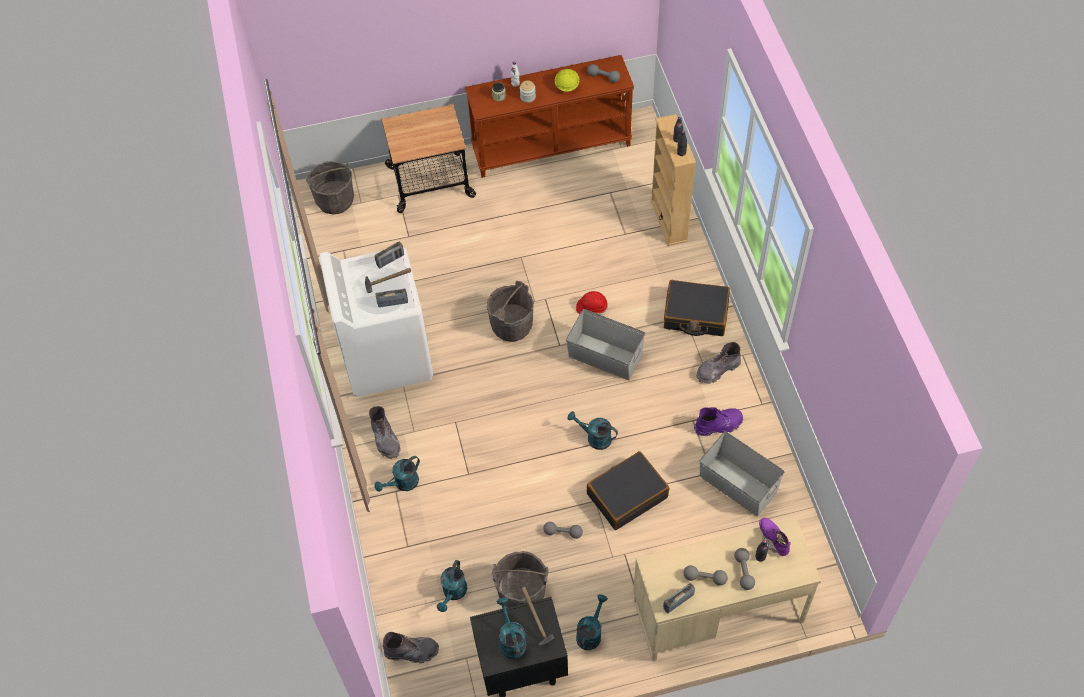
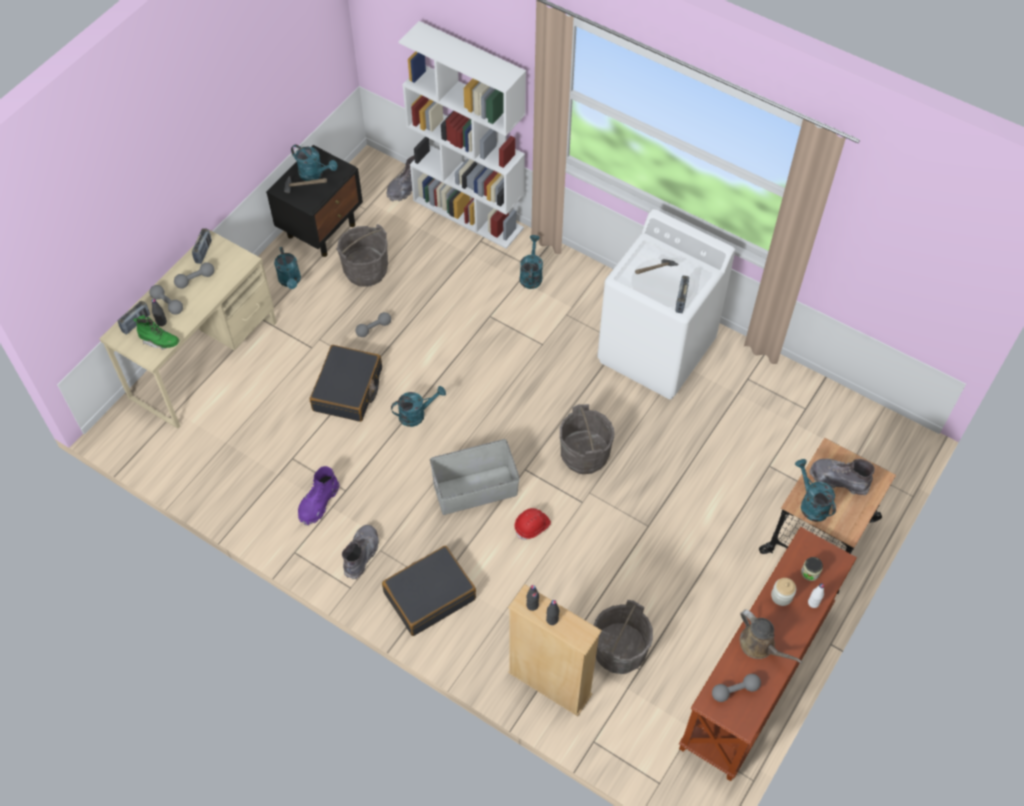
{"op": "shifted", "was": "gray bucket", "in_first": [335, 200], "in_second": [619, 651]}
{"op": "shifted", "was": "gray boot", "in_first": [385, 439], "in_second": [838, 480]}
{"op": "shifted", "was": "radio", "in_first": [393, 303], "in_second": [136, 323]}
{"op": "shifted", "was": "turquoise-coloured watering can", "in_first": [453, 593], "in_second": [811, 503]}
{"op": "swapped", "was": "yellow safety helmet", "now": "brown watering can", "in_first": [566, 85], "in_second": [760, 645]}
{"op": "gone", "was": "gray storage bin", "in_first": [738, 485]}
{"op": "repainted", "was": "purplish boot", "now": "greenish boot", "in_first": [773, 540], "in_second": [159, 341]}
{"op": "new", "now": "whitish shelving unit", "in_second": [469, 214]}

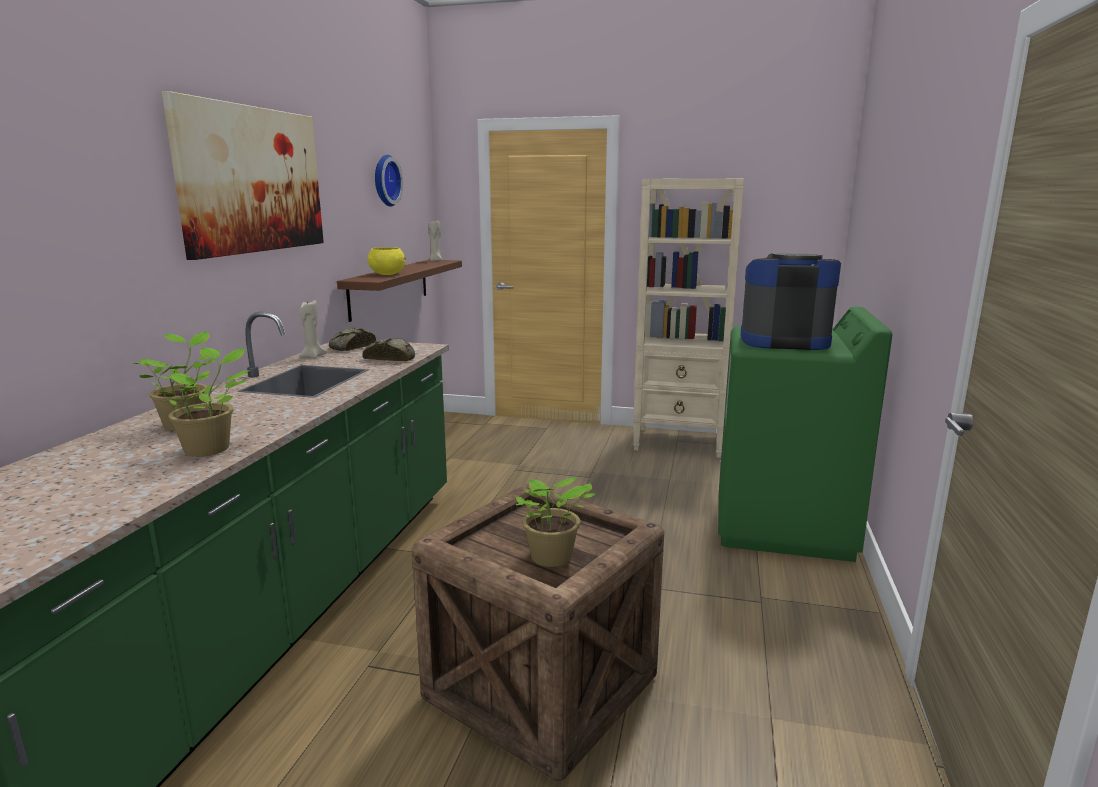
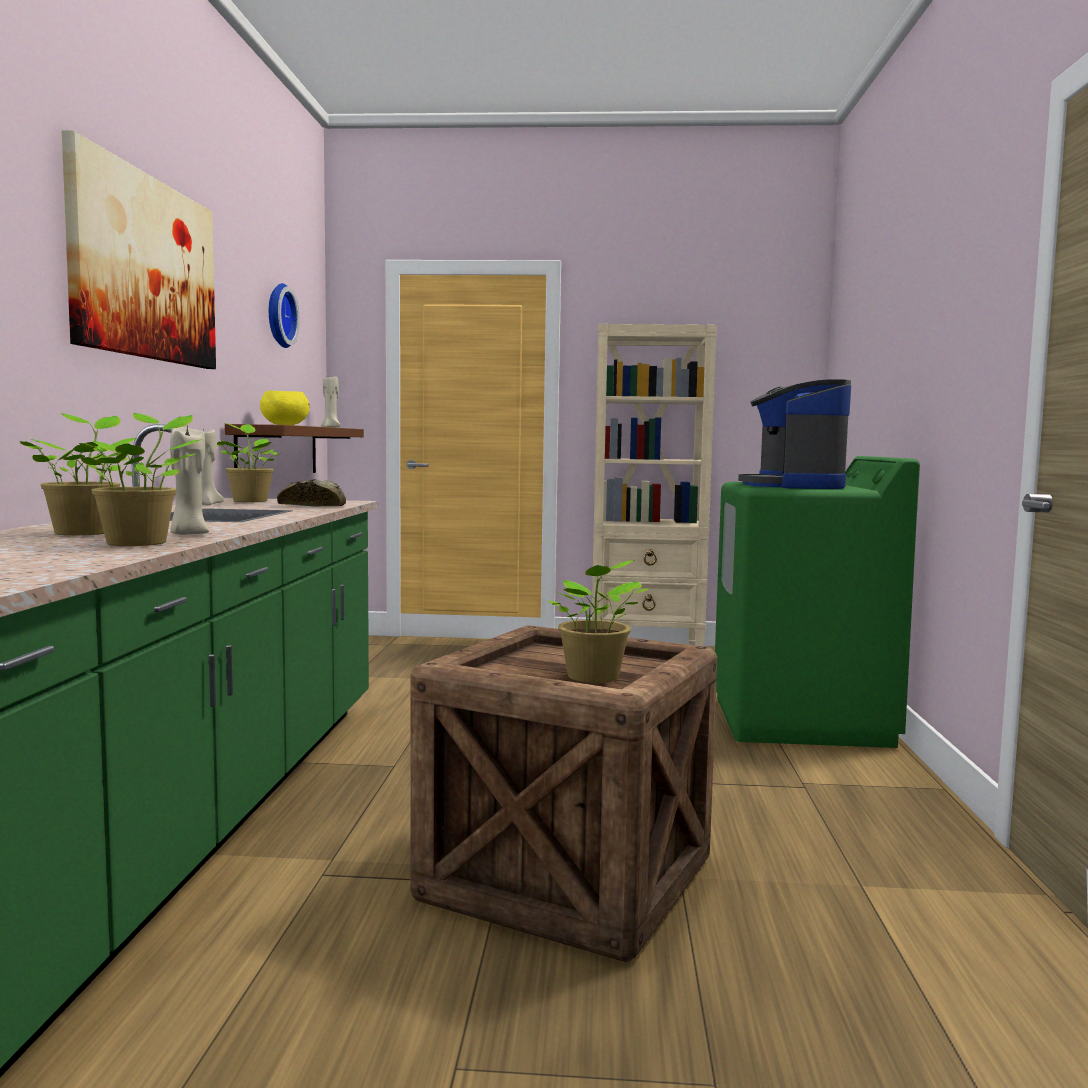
{"op": "swapped", "was": "bakery bread", "now": "potted plant", "in_first": [351, 347], "in_second": [250, 501]}
{"op": "rotated", "was": "coffee maker", "in_first": [783, 341], "in_second": [793, 486], "clockwise": -90}
{"op": "new", "now": "beige-coloured candle", "in_second": [188, 534]}

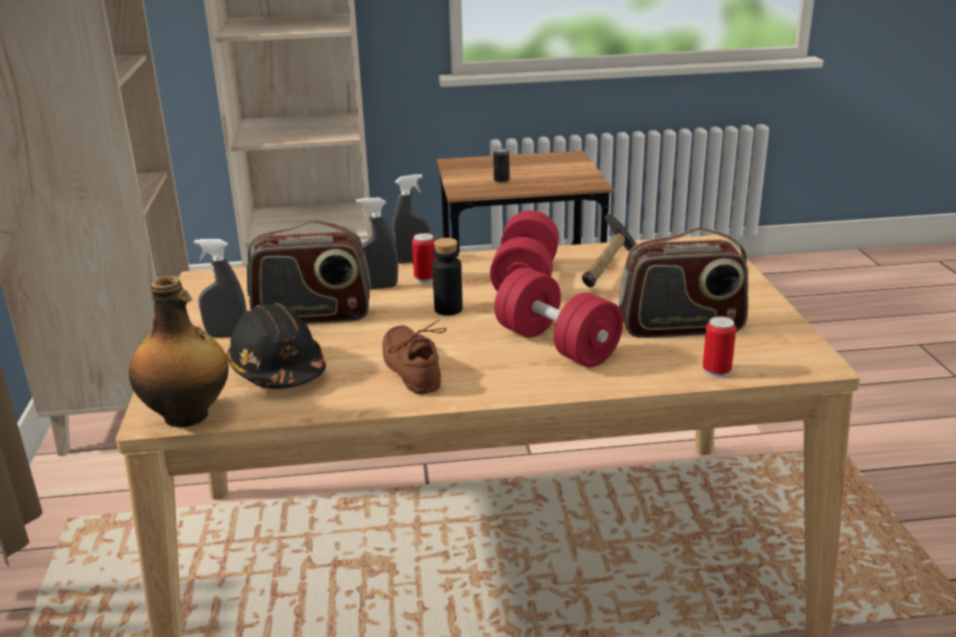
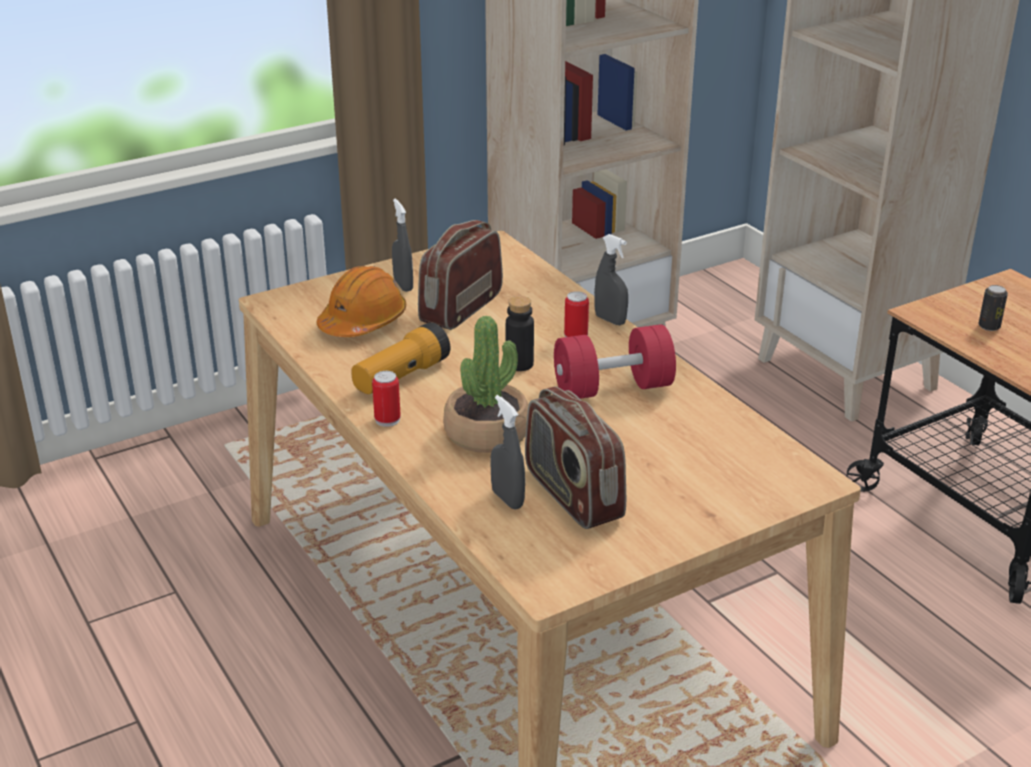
{"op": "gone", "was": "beverage bottle", "in_first": [188, 416]}
{"op": "repainted", "was": "black-coloured safety helmet", "now": "orange-coloured safety helmet", "in_first": [278, 369], "in_second": [363, 322]}
{"op": "rotated", "was": "radio", "in_first": [312, 316], "in_second": [460, 308], "clockwise": 60}
{"op": "shifted", "was": "gray spray bottle", "in_first": [378, 287], "in_second": [507, 499]}
{"op": "swapped", "was": "brown item of footwear", "now": "hand torch", "in_first": [415, 368], "in_second": [401, 377]}
{"op": "swapped", "was": "red-coloured free weight", "now": "potted plant", "in_first": [557, 345], "in_second": [487, 433]}
{"op": "gone", "was": "tool hammer", "in_first": [607, 269]}
{"op": "shifted", "was": "metal can", "in_first": [716, 371], "in_second": [387, 420]}

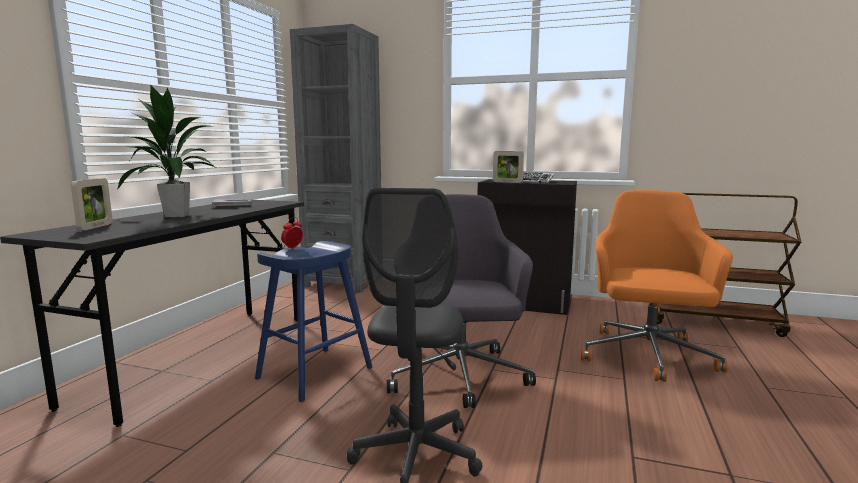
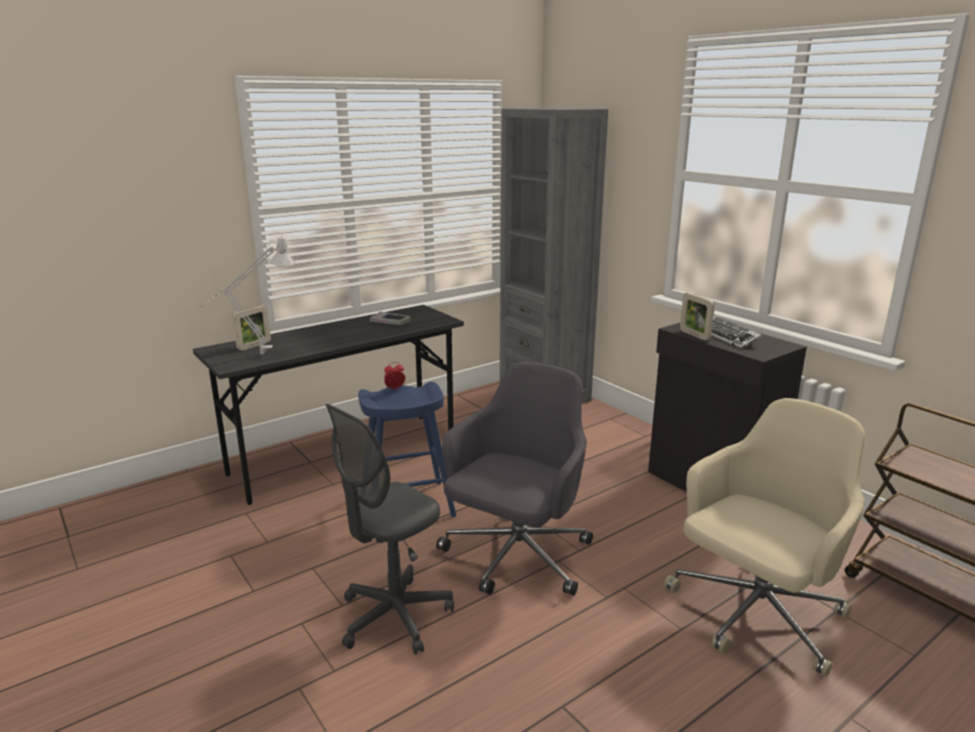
{"op": "gone", "was": "potted plant", "in_first": [177, 215]}
{"op": "repainted", "was": "orange-coloured office chair", "now": "beige-coloured office chair", "in_first": [647, 357], "in_second": [755, 615]}
{"op": "new", "now": "gray table lamp", "in_second": [256, 356]}

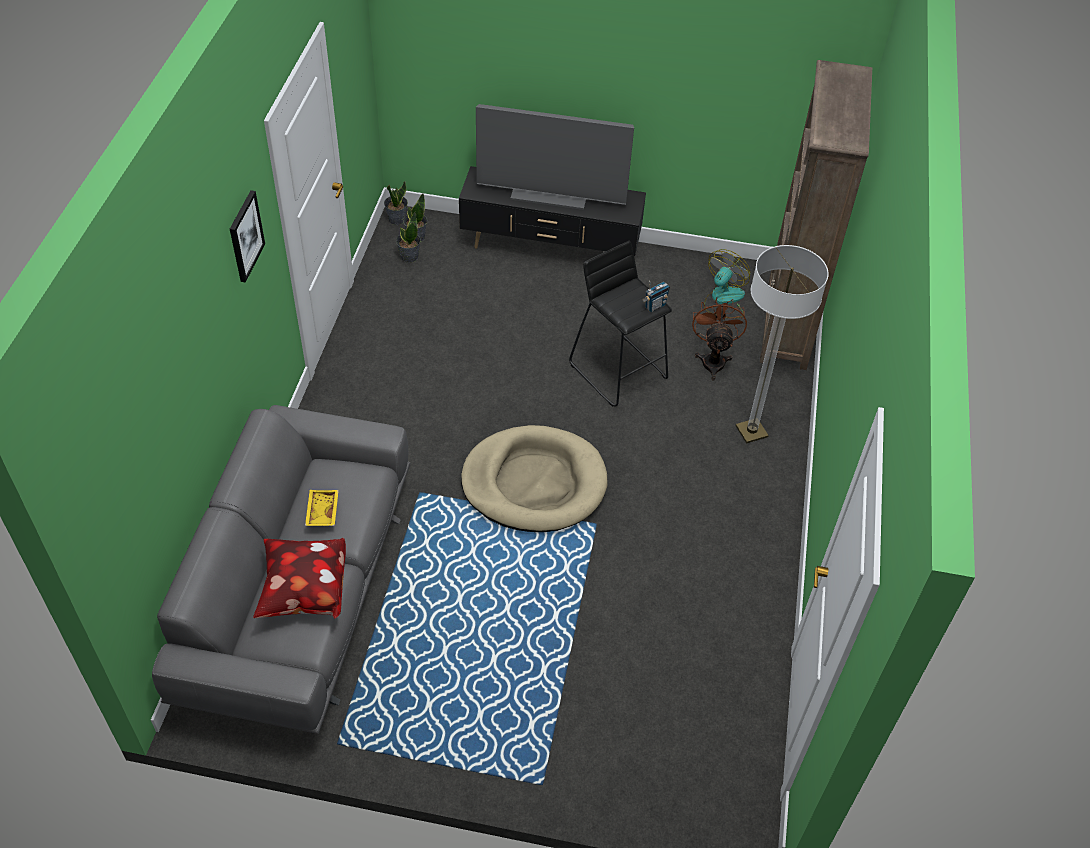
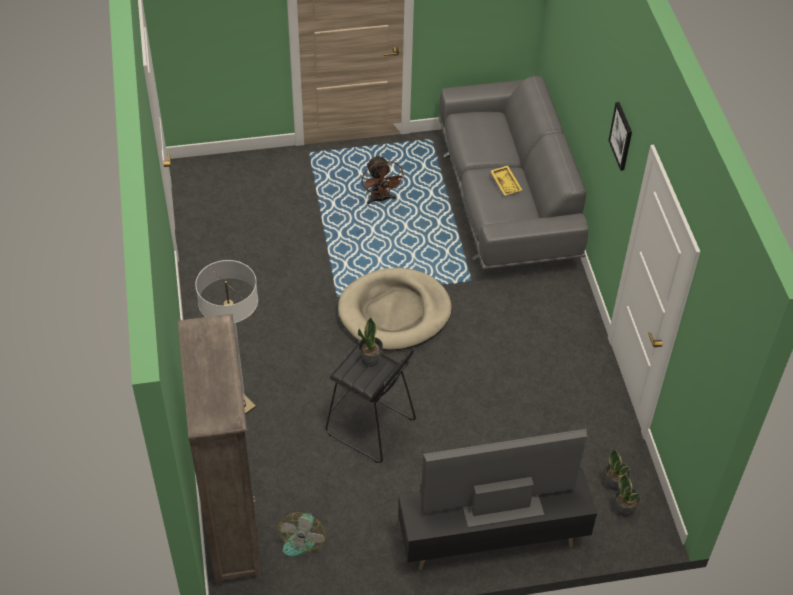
{"op": "gone", "was": "cushion", "in_first": [303, 593]}
{"op": "shifted", "was": "potted plant", "in_first": [396, 219], "in_second": [370, 359]}
{"op": "gone", "was": "radio", "in_first": [655, 306]}
{"op": "shifted", "was": "brown fan", "in_first": [713, 359], "in_second": [380, 199]}

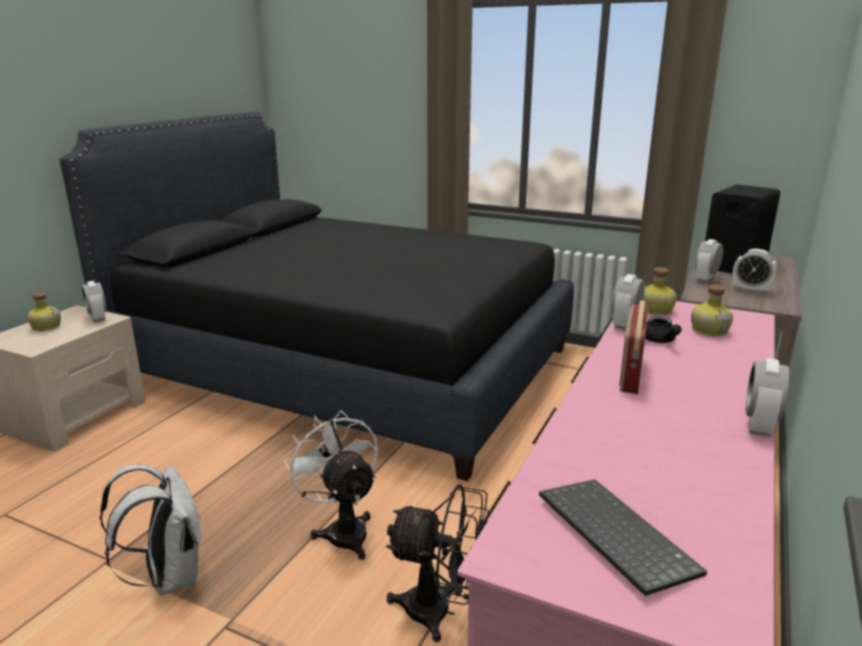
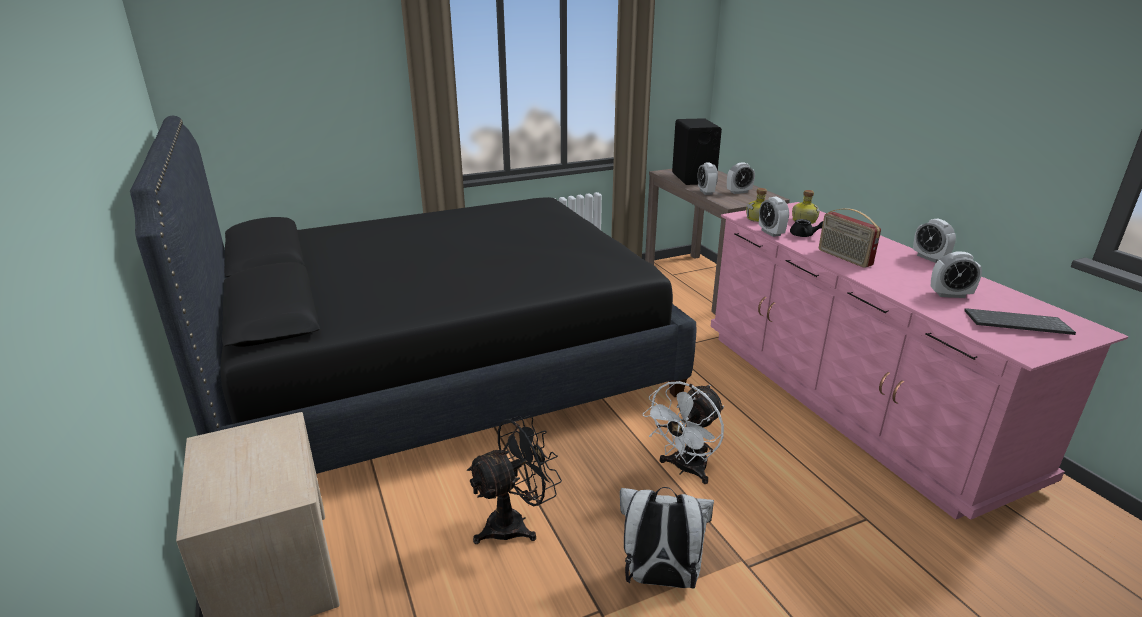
{"op": "gone", "was": "beverage bottle", "in_first": [46, 326]}
{"op": "shifted", "was": "table clock", "in_first": [98, 318], "in_second": [950, 294]}
{"op": "rotated", "was": "whitish fan", "in_first": [343, 530], "in_second": [685, 469], "clockwise": -60}
{"op": "shifted", "was": "black-coloured fan", "in_first": [440, 612], "in_second": [515, 523]}

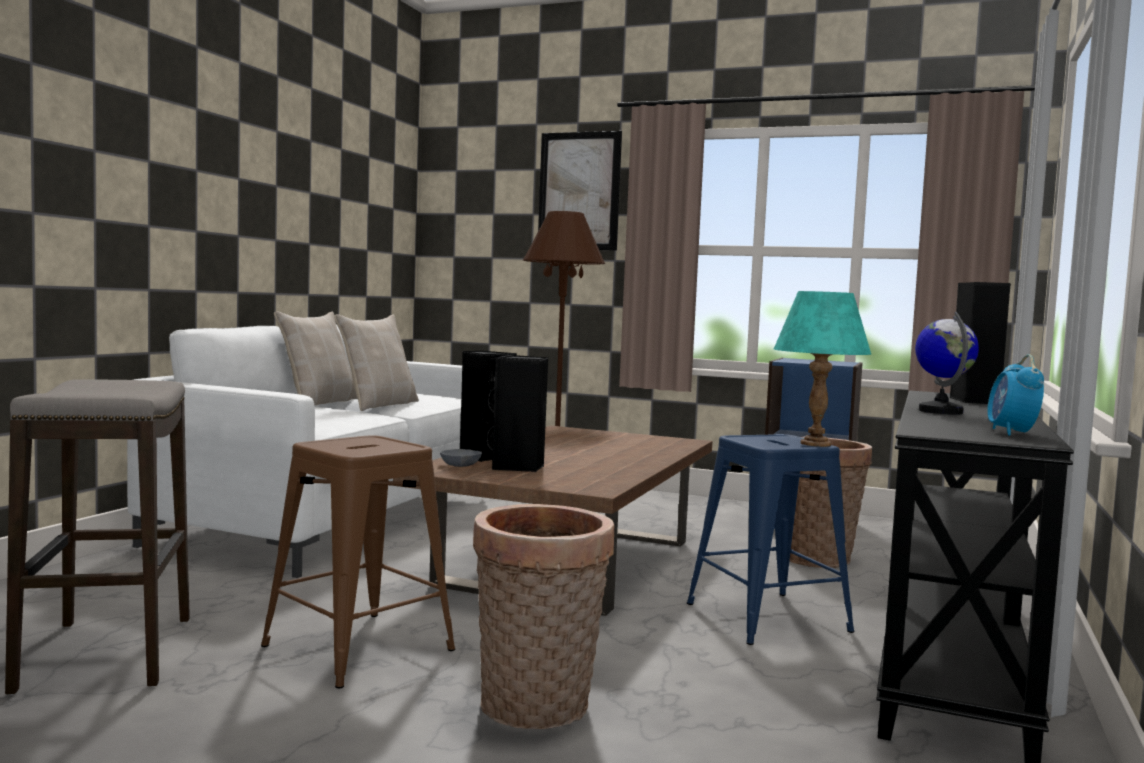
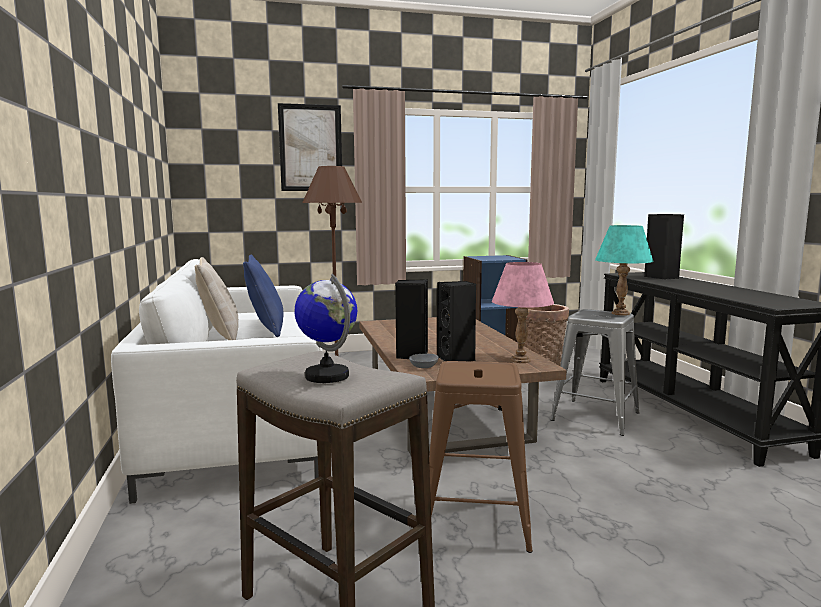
{"op": "repainted", "was": "beige-coloured cushion", "now": "blue-coloured cushion", "in_first": [378, 405], "in_second": [266, 329]}
{"op": "gone", "was": "basket", "in_first": [537, 710]}
{"op": "repainted", "was": "blue-coloured sitting stool", "now": "gray sitting stool", "in_first": [768, 617], "in_second": [596, 416]}
{"op": "shifted", "was": "desk globe", "in_first": [941, 411], "in_second": [327, 376]}
{"op": "gone", "was": "table clock", "in_first": [1011, 433]}
{"op": "new", "now": "pink table lamp", "in_second": [521, 360]}

